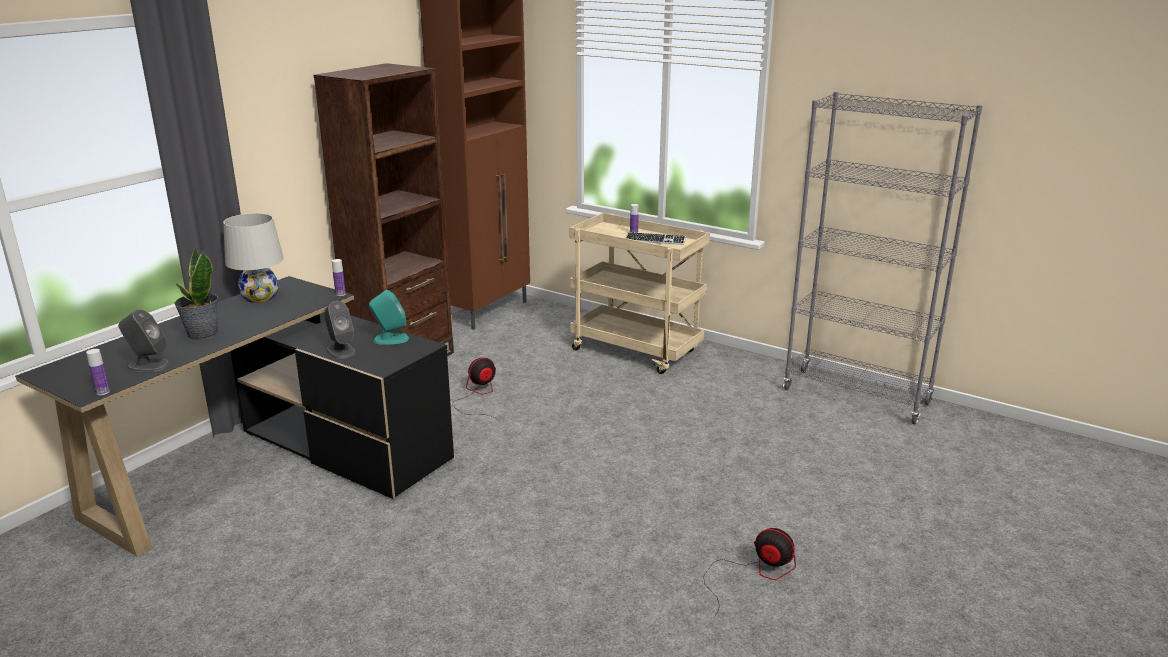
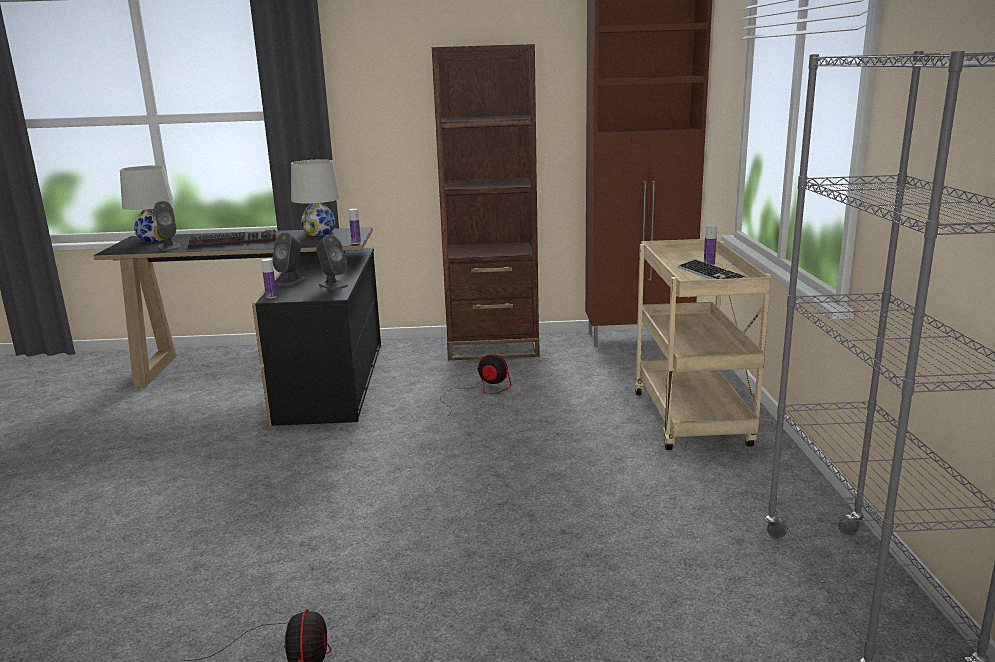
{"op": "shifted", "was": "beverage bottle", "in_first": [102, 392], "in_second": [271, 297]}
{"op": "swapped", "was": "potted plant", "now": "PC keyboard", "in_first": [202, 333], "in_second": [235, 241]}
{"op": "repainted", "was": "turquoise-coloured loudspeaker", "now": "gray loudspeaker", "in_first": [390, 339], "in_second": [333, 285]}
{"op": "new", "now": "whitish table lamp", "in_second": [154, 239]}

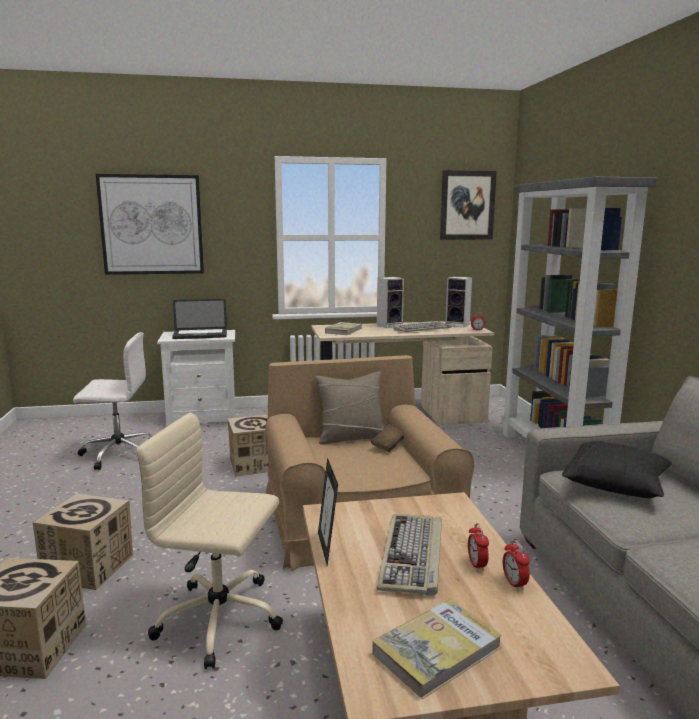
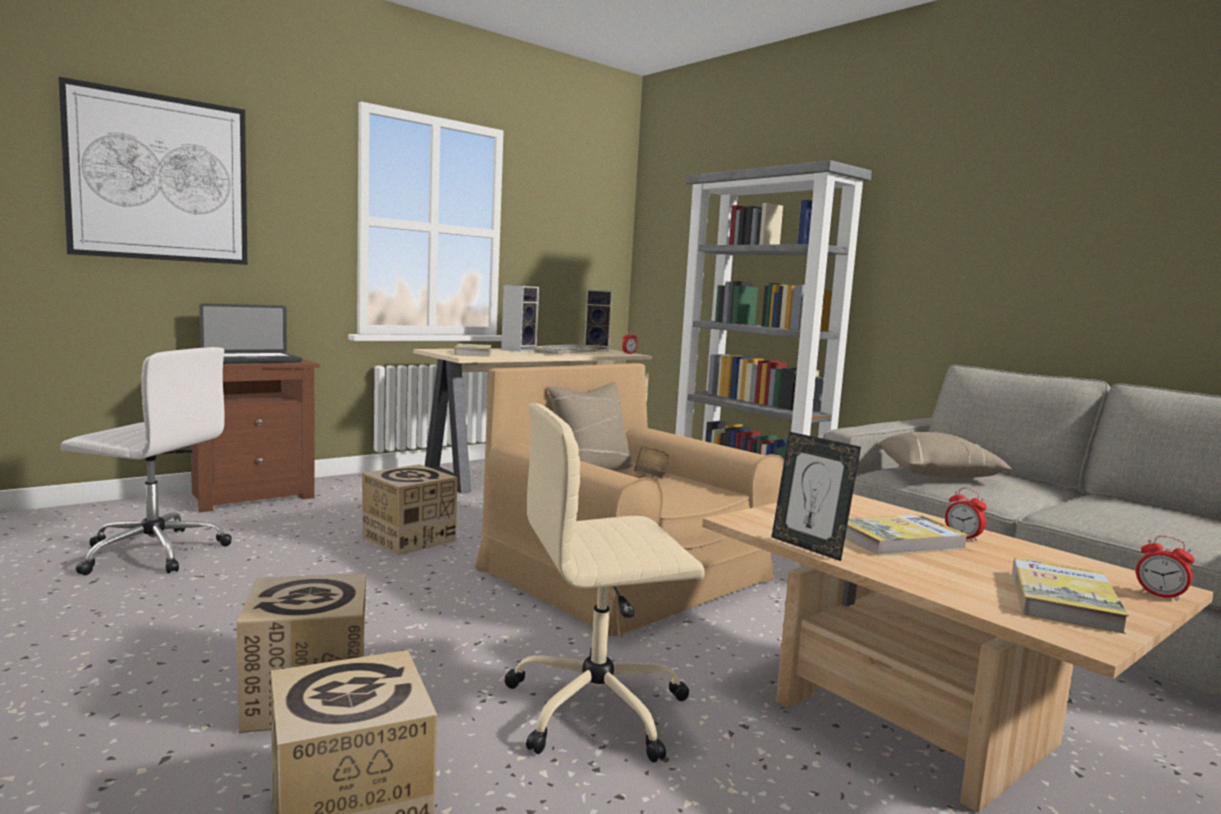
{"op": "rotated", "was": "whitish office chair", "in_first": [117, 453], "in_second": [151, 552], "clockwise": 45}
{"op": "repainted", "was": "whitish bedside table", "now": "brown bedside table", "in_first": [203, 418], "in_second": [250, 496]}
{"op": "swapped", "was": "PC keyboard", "now": "book", "in_first": [413, 556], "in_second": [899, 540]}
{"op": "gone", "was": "wall picture", "in_first": [467, 205]}
{"op": "shifted", "was": "table clock", "in_first": [514, 583], "in_second": [1160, 595]}
{"op": "repainted", "was": "black-coloured cushion", "now": "beige-coloured cushion", "in_first": [616, 484], "in_second": [938, 473]}

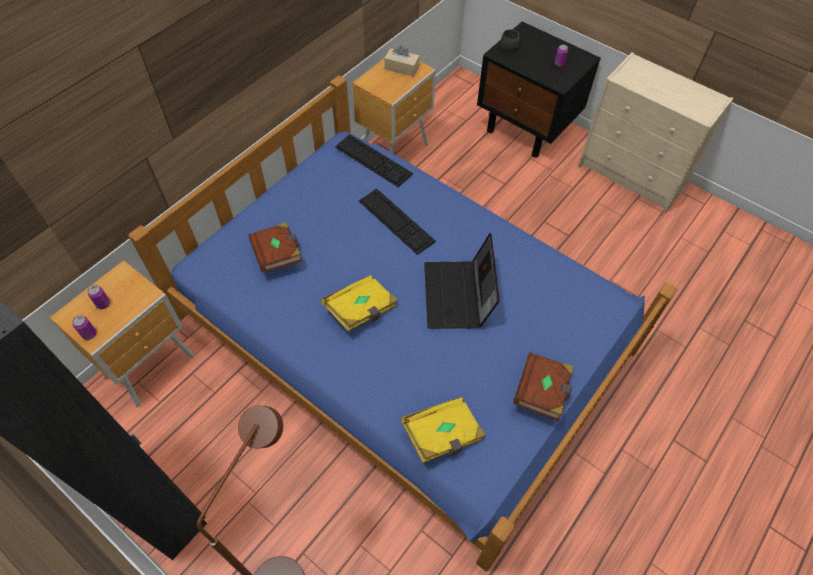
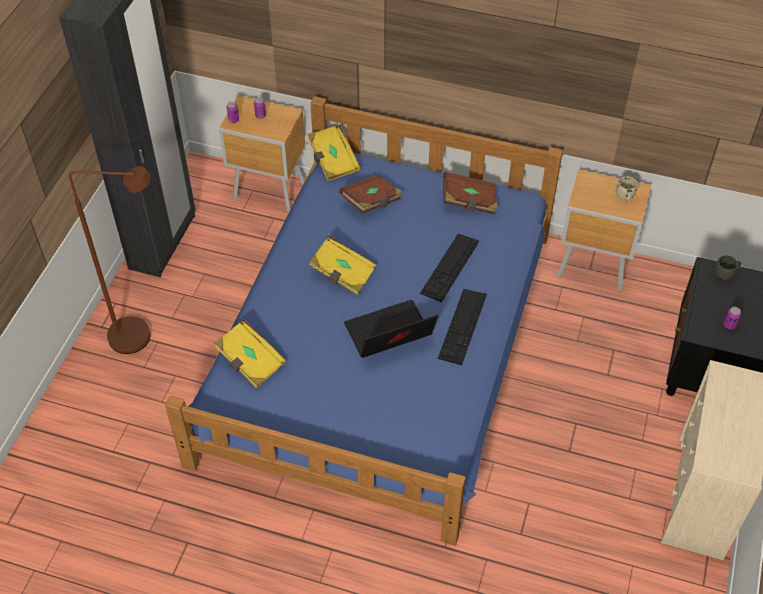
{"op": "shifted", "was": "PC keyboard", "in_first": [373, 160], "in_second": [462, 326]}
{"op": "swapped", "was": "beige-coloured tissue holder", "now": "beige-coloured tea mug", "in_first": [401, 68], "in_second": [625, 197]}
{"op": "shifted", "was": "brown book", "in_first": [542, 392], "in_second": [469, 202]}
{"op": "new", "now": "yellow book", "in_second": [333, 161]}

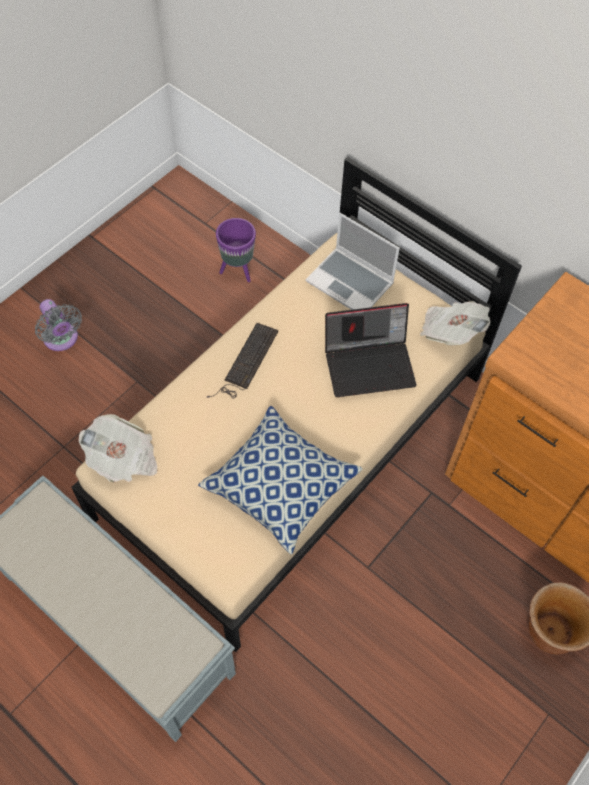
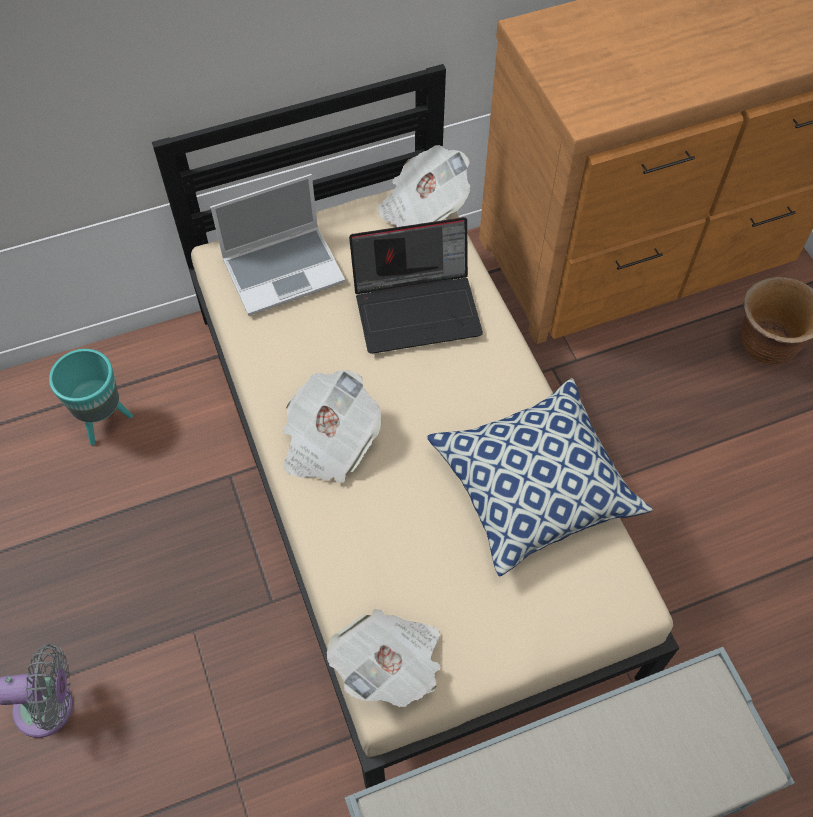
{"op": "swapped", "was": "PC keyboard", "now": "daily paper", "in_first": [246, 362], "in_second": [328, 442]}
{"op": "repainted", "was": "purplish planter", "now": "turquoise-coloured planter", "in_first": [238, 270], "in_second": [104, 421]}
{"op": "rotated", "was": "notebook computer", "in_first": [370, 364], "in_second": [418, 307], "clockwise": 60}

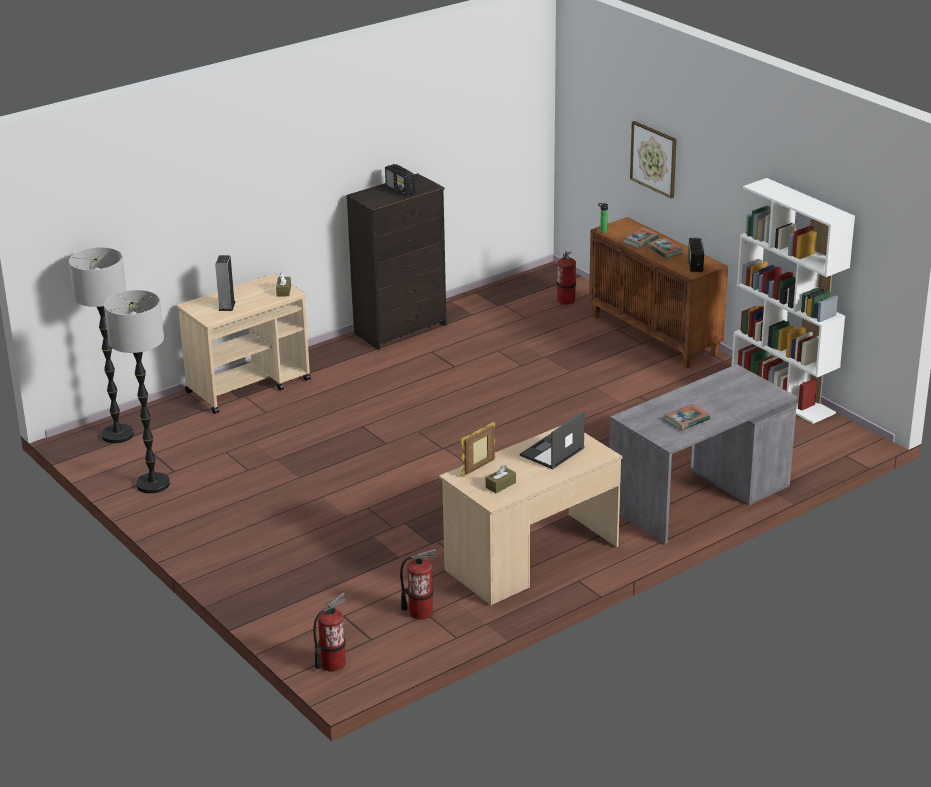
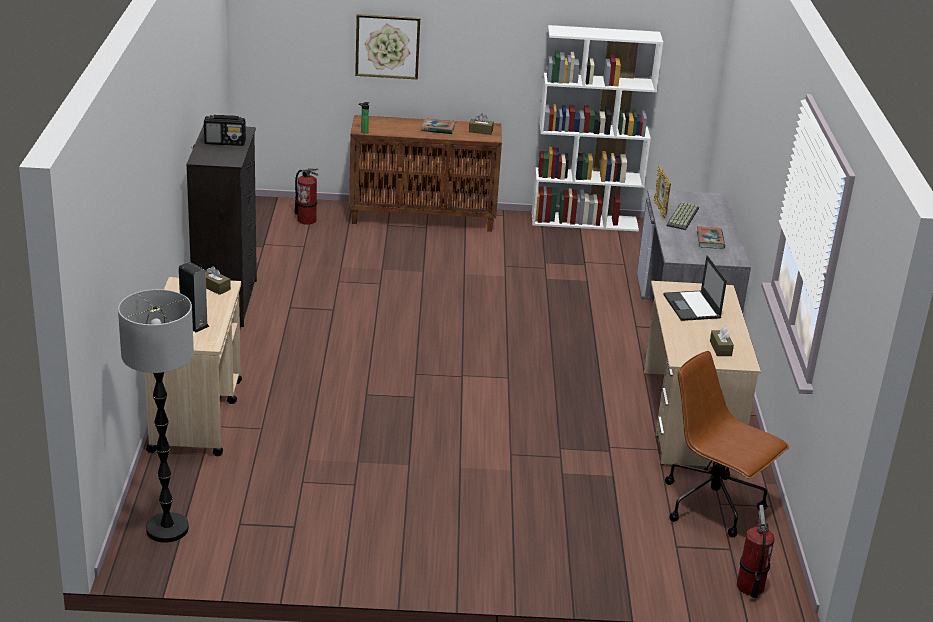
{"op": "gone", "was": "standard lamp", "in_first": [153, 484]}
{"op": "swapped", "was": "fire-fighting cylinder", "now": "brown office chair", "in_first": [420, 612], "in_second": [713, 505]}
{"op": "shifted", "was": "photo frame", "in_first": [479, 469], "in_second": [660, 210]}
{"op": "gone", "was": "book", "in_first": [640, 240]}
{"op": "swapped", "was": "radio", "now": "brown tissue holder", "in_first": [695, 265], "in_second": [480, 131]}
{"op": "new", "now": "PC keyboard", "in_second": [683, 217]}

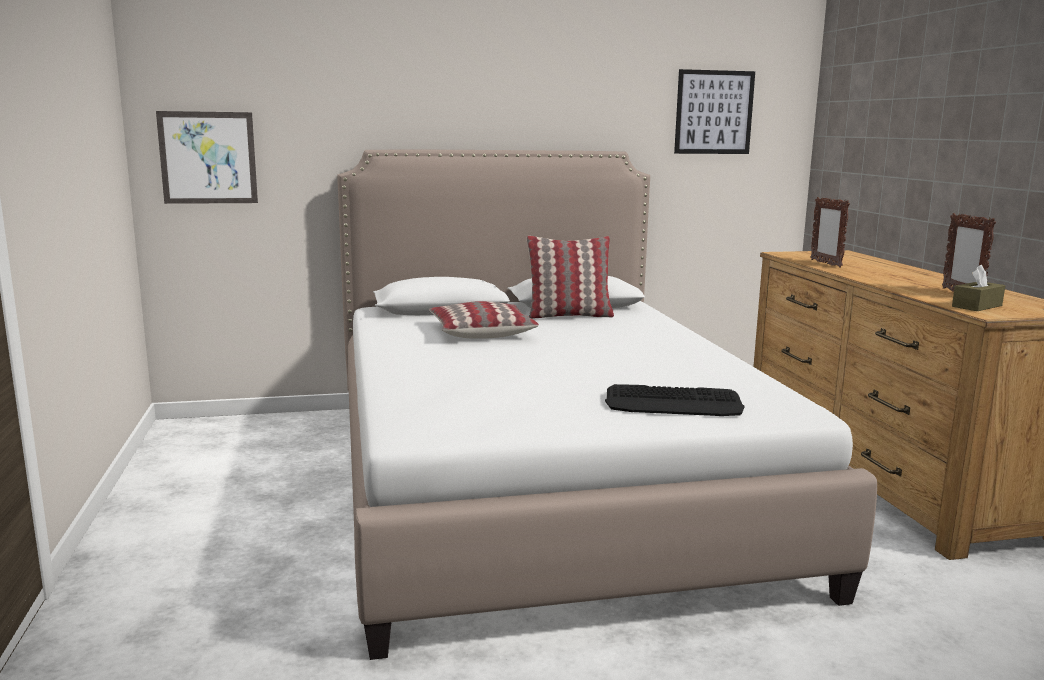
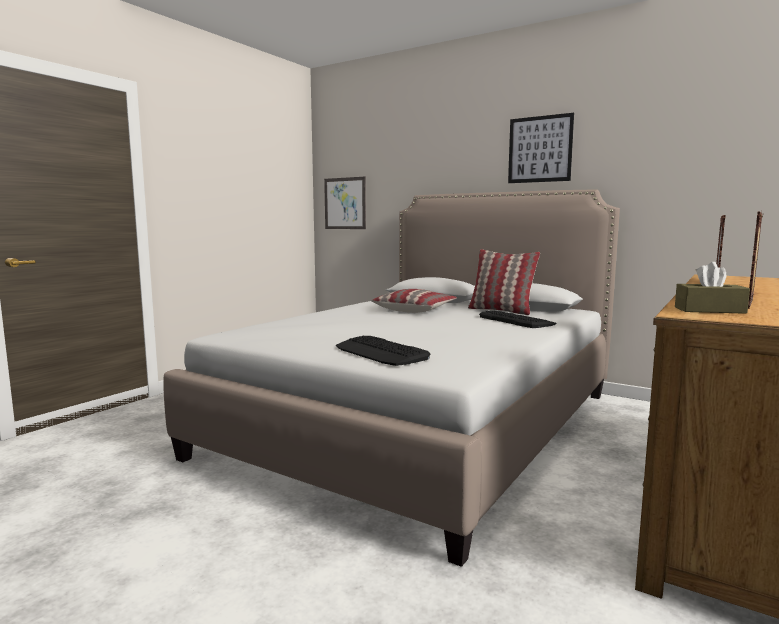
{"op": "shifted", "was": "wall picture", "in_first": [714, 112], "in_second": [540, 149]}
{"op": "new", "now": "PC keyboard", "in_second": [516, 320]}

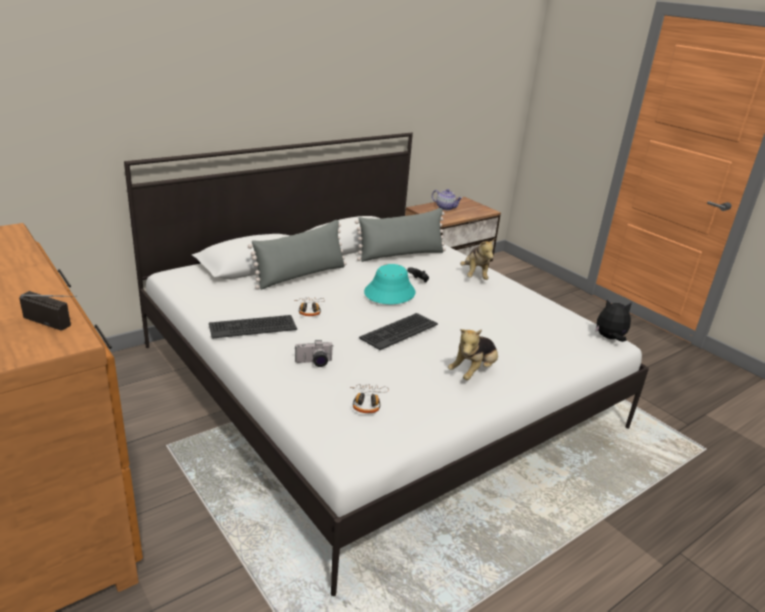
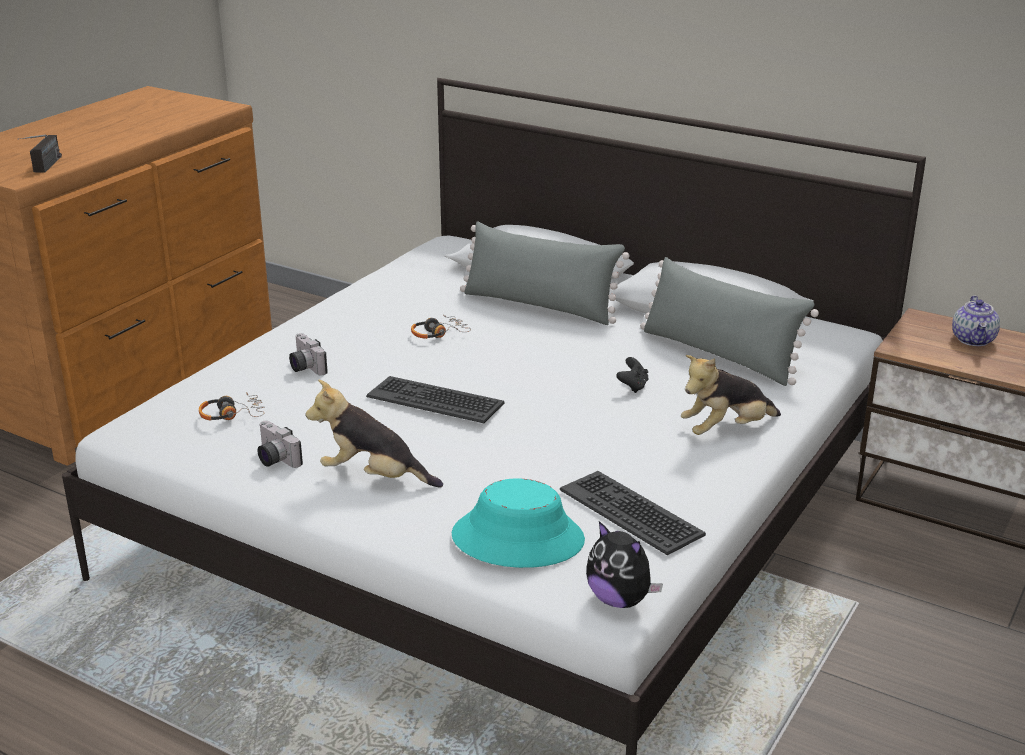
{"op": "shifted", "was": "PC keyboard", "in_first": [253, 327], "in_second": [631, 512]}
{"op": "shifted", "was": "turquoise-coloured clothing hat", "in_first": [389, 293], "in_second": [518, 538]}
{"op": "rotated", "was": "plush toy", "in_first": [609, 338], "in_second": [620, 600], "clockwise": 150}
{"op": "new", "now": "still camera", "in_second": [274, 459]}

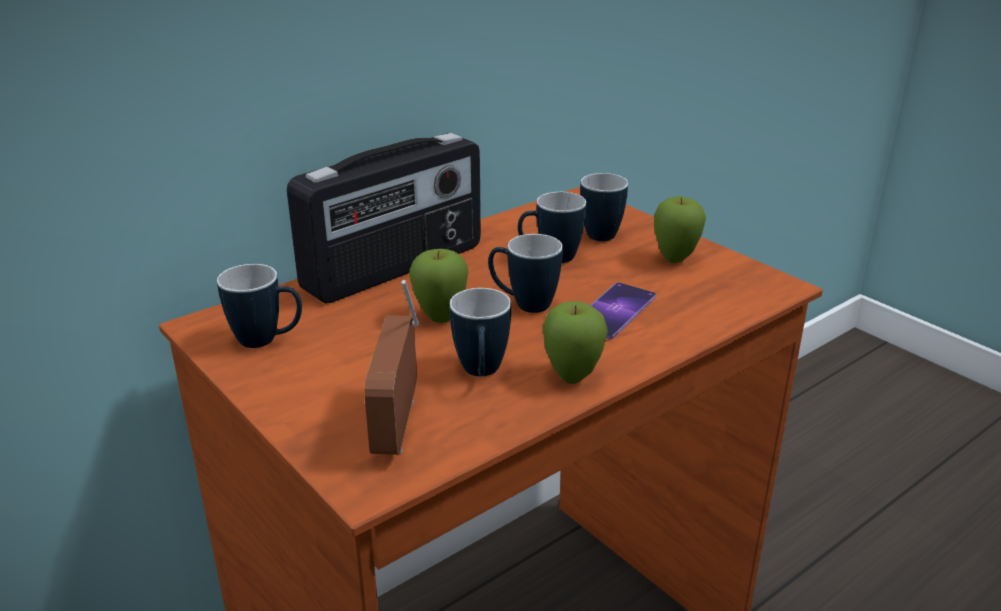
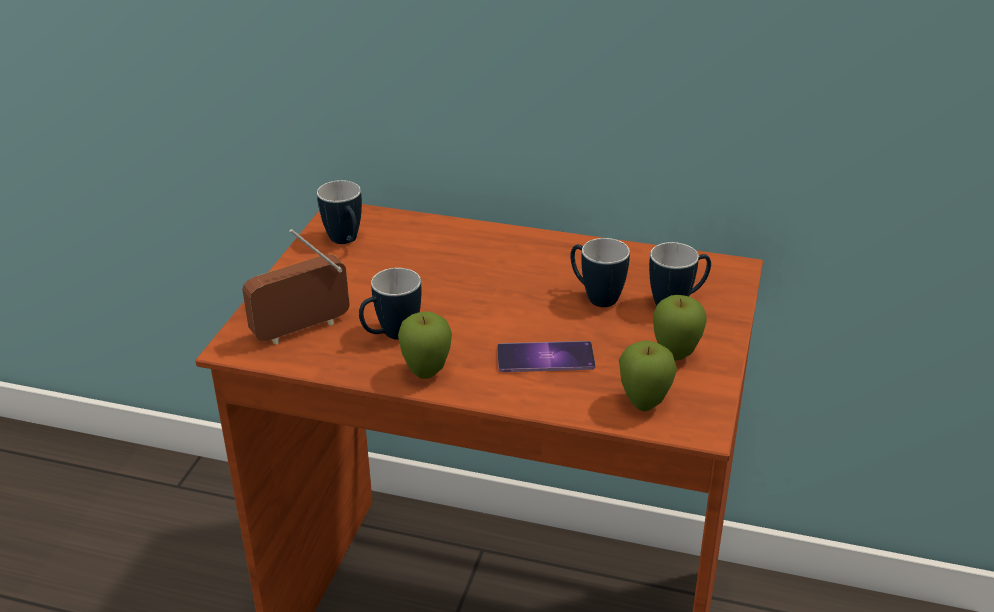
{"op": "gone", "was": "radio", "in_first": [395, 268]}
{"op": "shifted", "was": "whole apple", "in_first": [440, 318], "in_second": [644, 405]}
{"op": "gone", "was": "tea mug", "in_first": [523, 304]}

